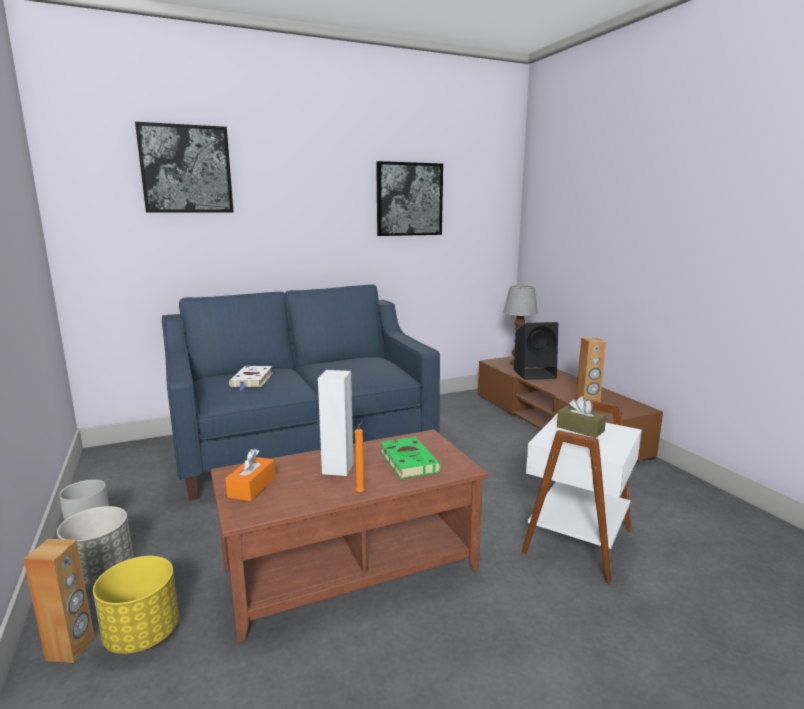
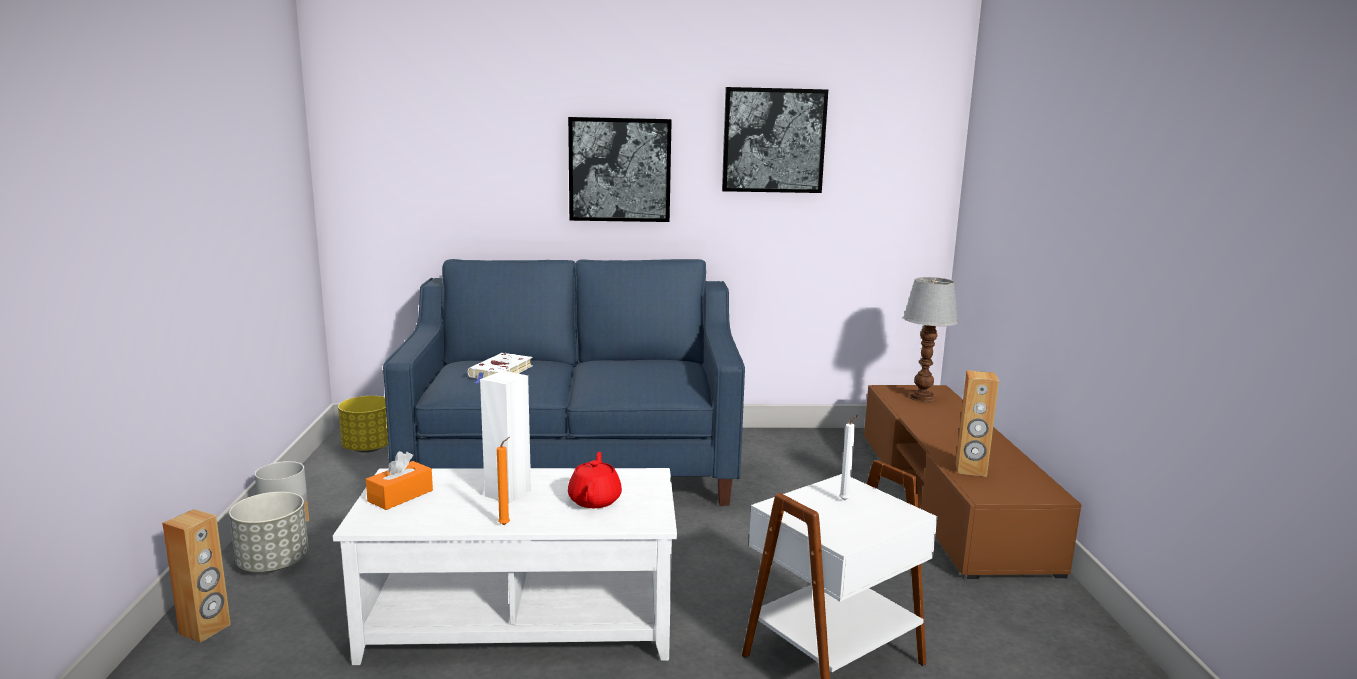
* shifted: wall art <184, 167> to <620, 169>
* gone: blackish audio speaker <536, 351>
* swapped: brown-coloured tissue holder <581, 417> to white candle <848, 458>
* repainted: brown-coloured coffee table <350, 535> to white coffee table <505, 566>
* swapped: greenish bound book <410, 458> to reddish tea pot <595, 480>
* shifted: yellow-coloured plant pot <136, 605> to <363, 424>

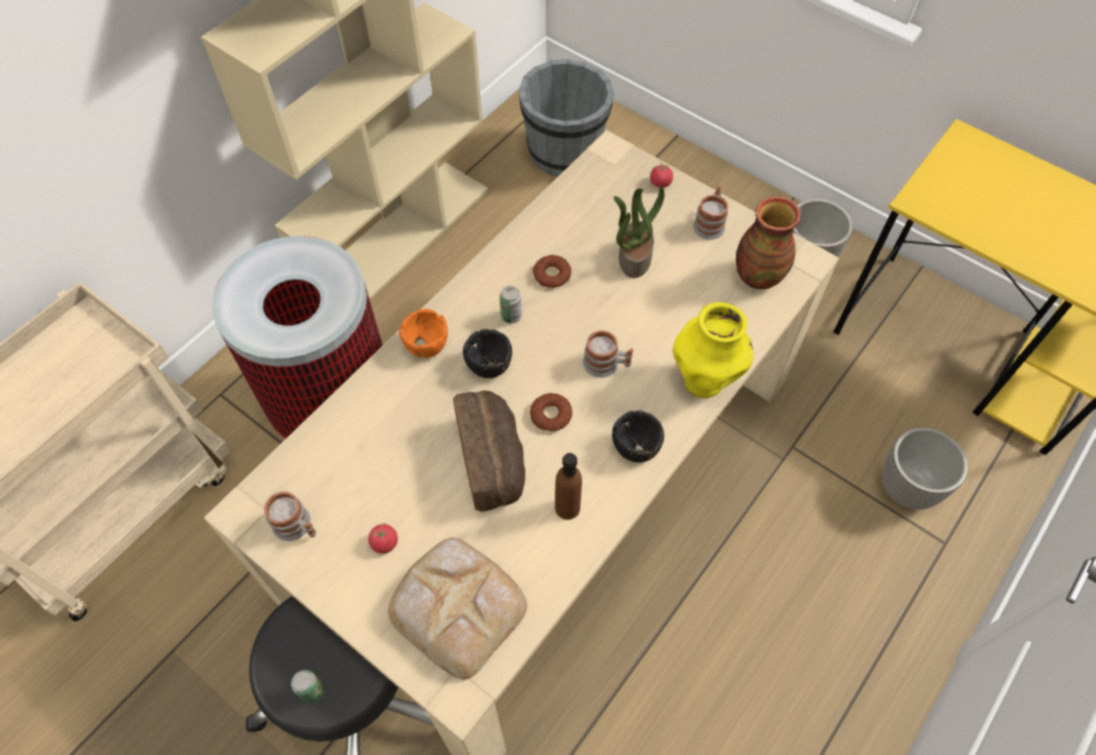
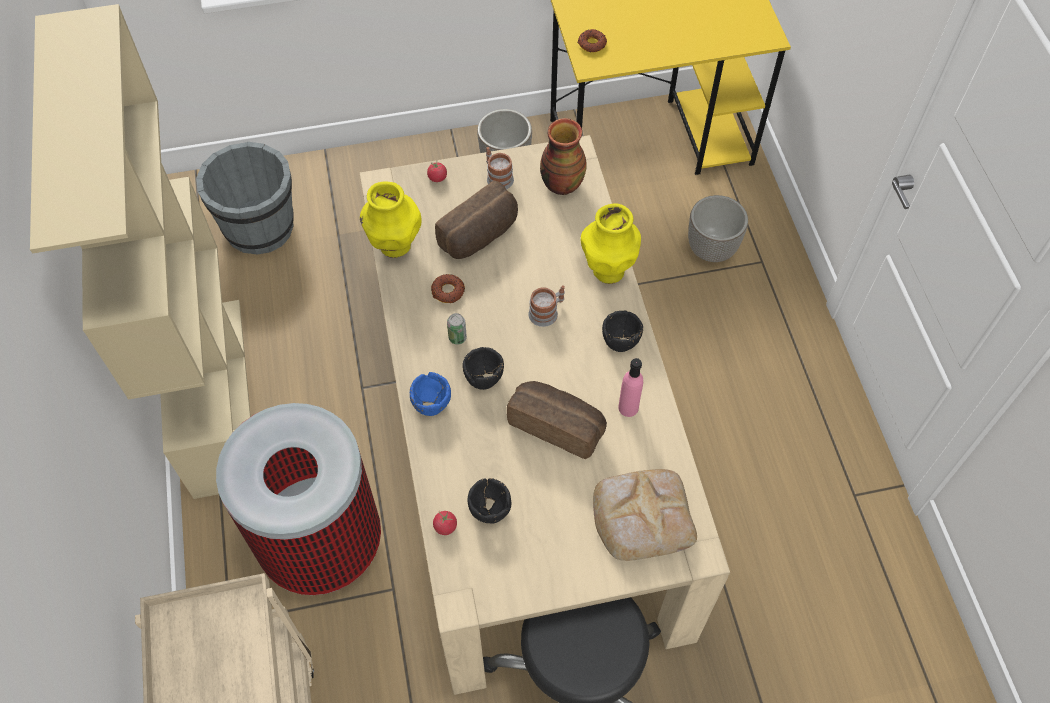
* swapped: houseplant <639, 231> to bread <476, 219>
* repainted: orange-coloured serving bowl <423, 333> to blue-coloured serving bowl <430, 394>
* shifted: ring doughnut <551, 412> to <592, 40>
* repainted: brown-coloured bottle <568, 486> to pink-coloured bottle <630, 387>
* gone: coffee mug <290, 516>
* shifted: tomato <383, 538> to <445, 522>
* gone: can <307, 686>
* new: yellow-coloured vase <391, 219>
* new: blackish serving bowl <489, 501>

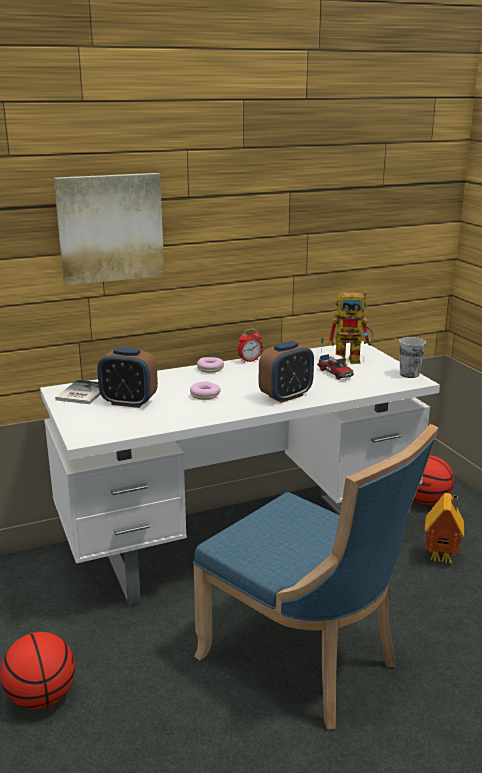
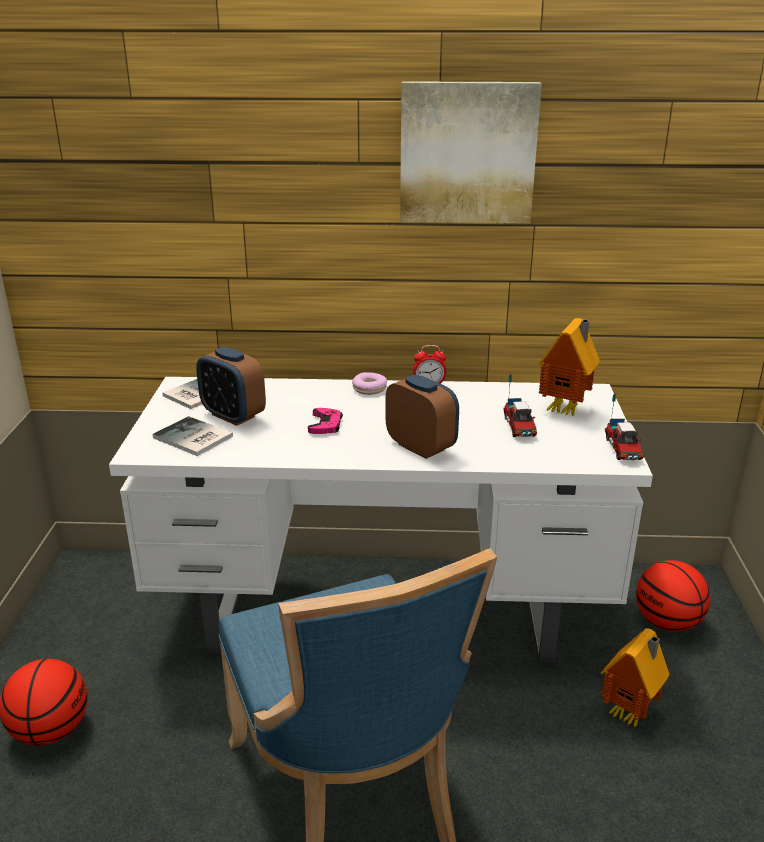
* shifted: wall art <109, 229> to <471, 152>
* swapped: robot figure <350, 327> to model house <569, 367>
* swapped: small cup <412, 357> to toy lorry <624, 427>
* rotated: table clock <286, 372> = <422, 417> 120 degrees counterclockwise
* swapped: ring doughnut <205, 390> to pink-coloured game controller <325, 421>
* new: bound book <193, 436>

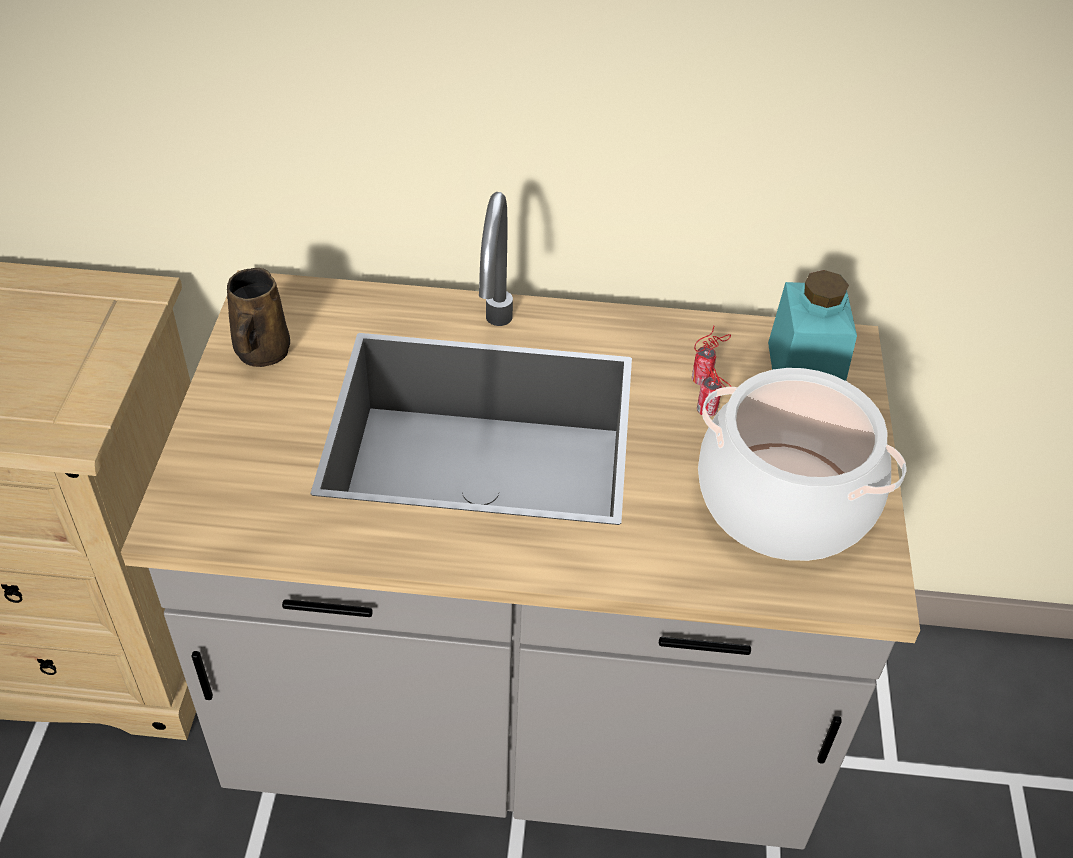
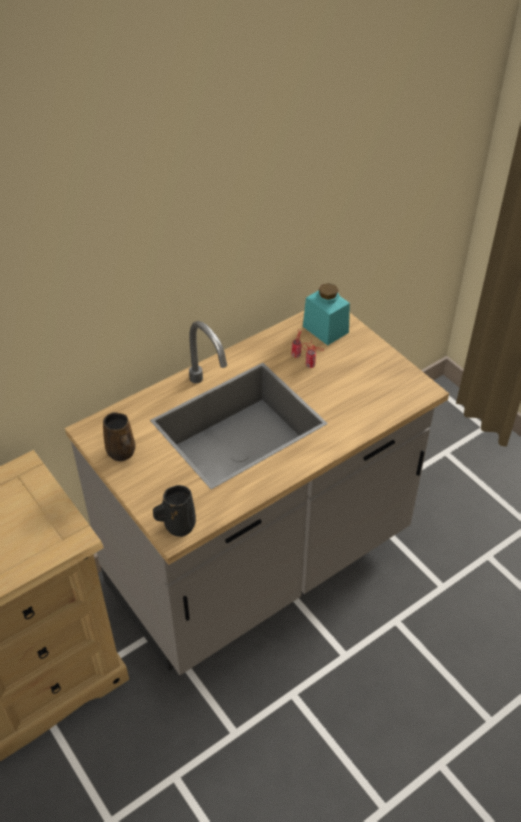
* gone: saucepot <802, 464>
* new: blackish coffee mug <174, 511>

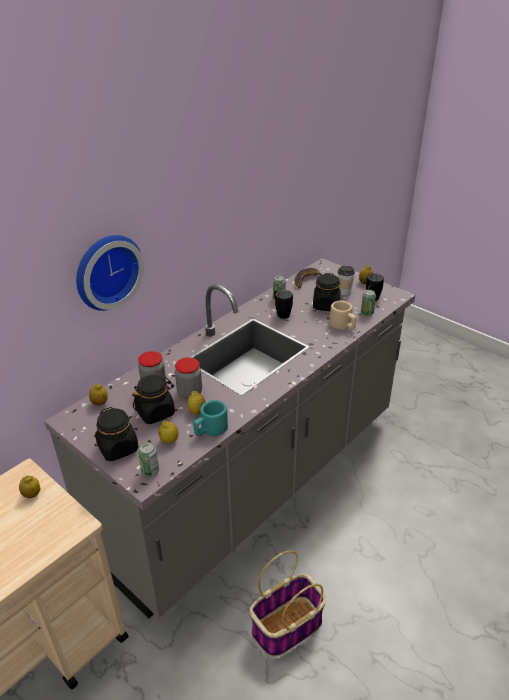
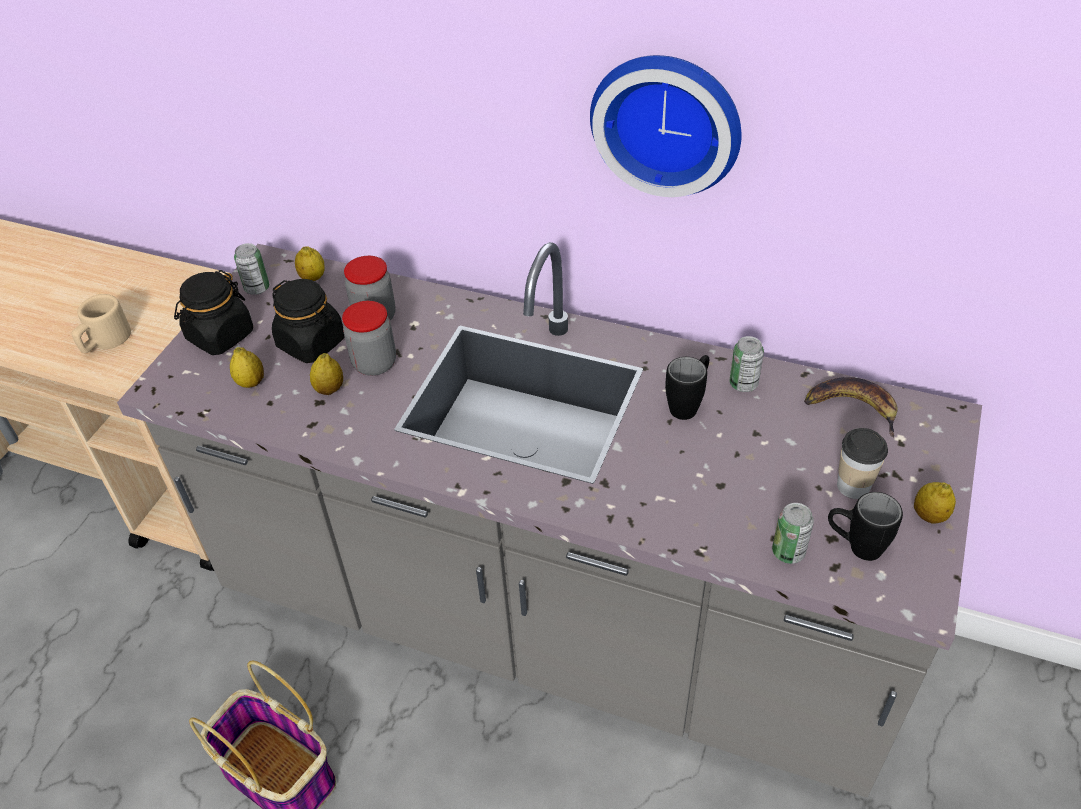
* shifted: clock on the wall <110, 273> to <665, 126>
* gone: blackish storage jar <327, 292>
* shifted: sand-coloured coffee mug <343, 315> to <101, 323>
* gone: blue-green coffee mug <210, 418>
* shifted: can <148, 459> to <251, 269>
* gone: whole lemon <29, 486>

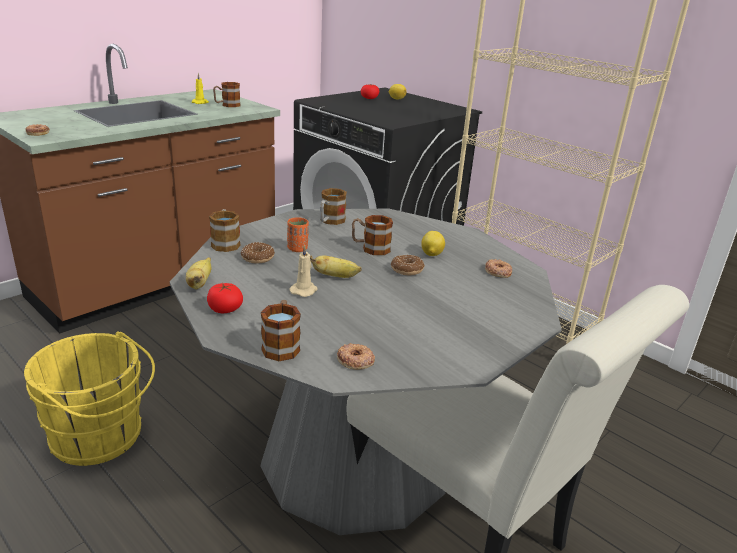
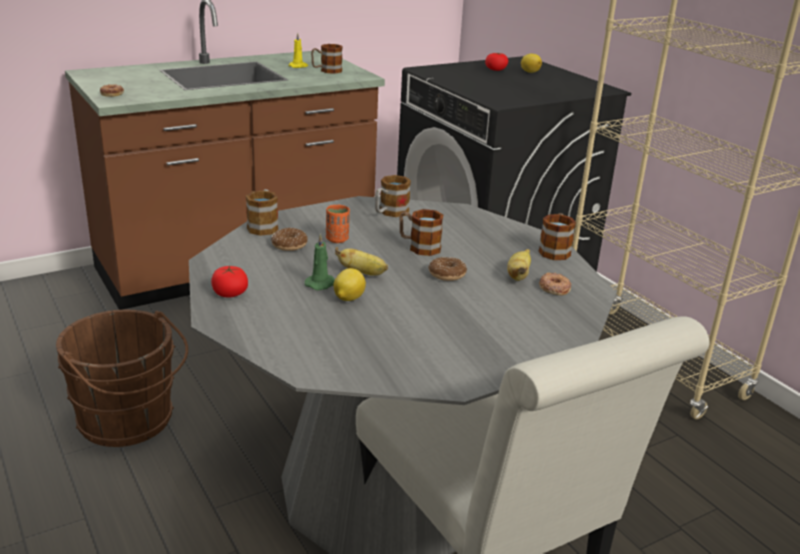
* shifted: whole lemon <433, 243> to <350, 284>
* repainted: sand-coloured candle <304, 271> to greenish candle <319, 262>
* shifted: banana fruit <198, 273> to <519, 265>
* shifted: coffee mug <281, 330> to <557, 236>
* repainted: yellow-coloured pail <89, 398> to brown-coloured pail <122, 378>
* gone: ring doughnut <356, 356>

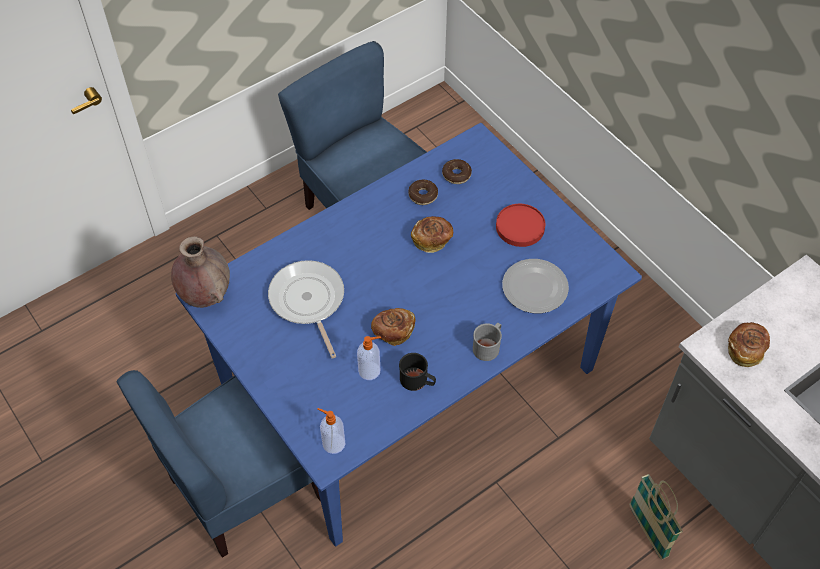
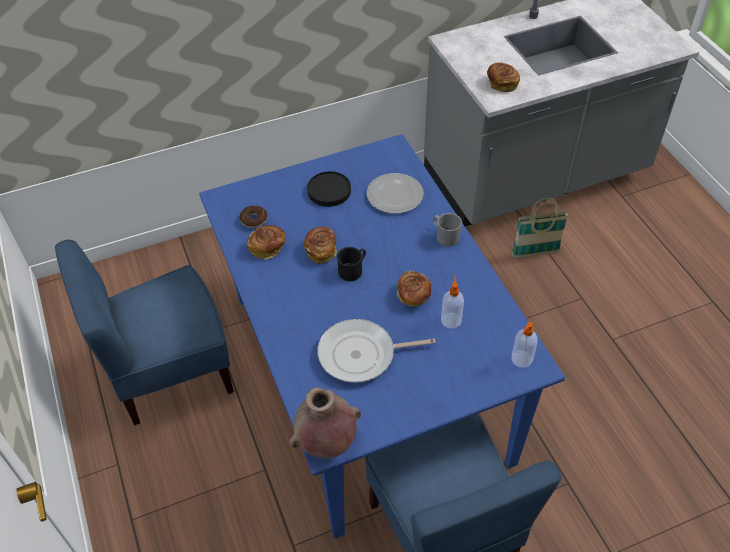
* swapped: ring doughnut <423, 192> to bread <266, 242>
* repainted: reddish dinner plate <520, 225> to blackish dinner plate <329, 189>
* shifted: blackish coffee mug <417, 372> to <351, 264>

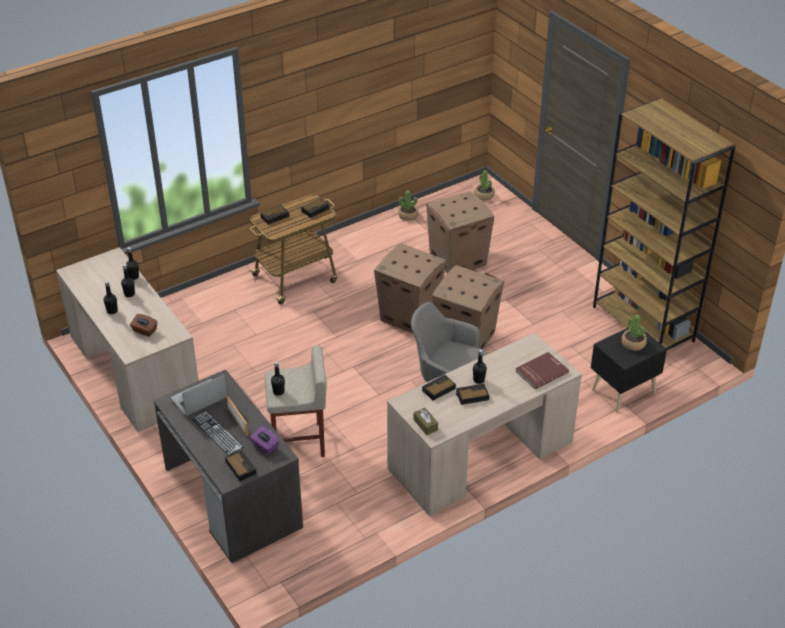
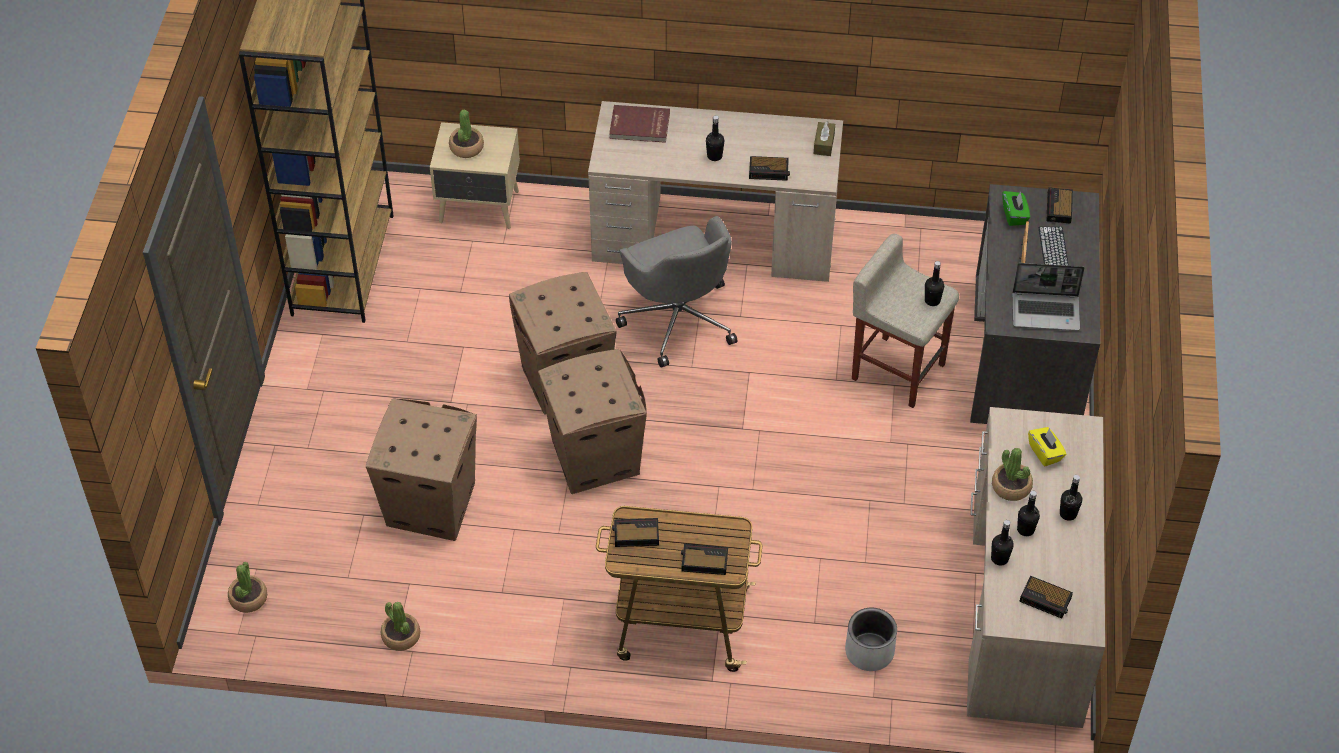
* repainted: brown-coloured tissue holder <144, 325> to yellow-coloured tissue holder <1047, 446>
* repainted: blackish nightstand <629, 369> to sand-coloured nightstand <475, 175>
* shifted: table clock <472, 394> to <1046, 597>
* repainted: purple-coloured tissue holder <264, 440> to greenish tissue holder <1016, 208>
* new: houseplant <1012, 474>
* new: gray plant pot <871, 639>

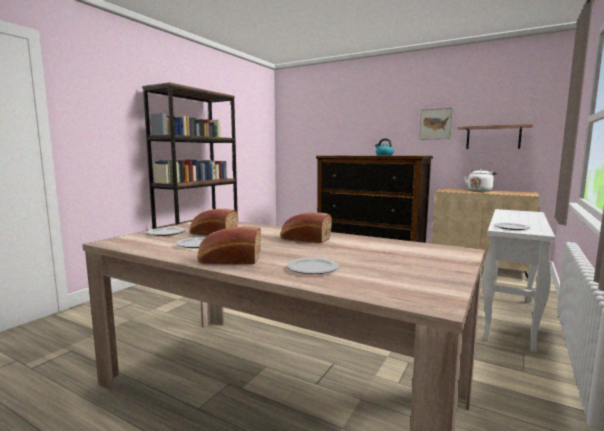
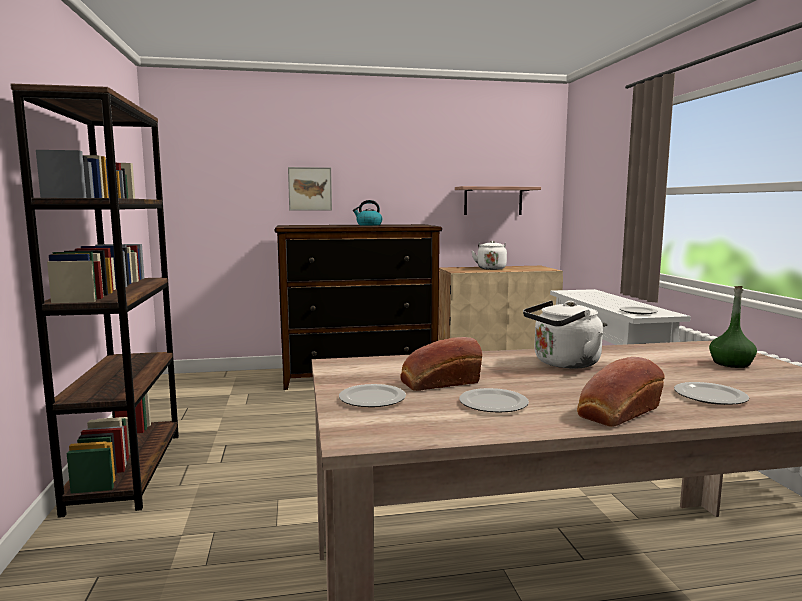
* shifted: wall art <436, 124> to <310, 189>
* swapped: bread <306, 227> to white tea kettle <563, 334>
* new: greenish bottle <733, 327>

